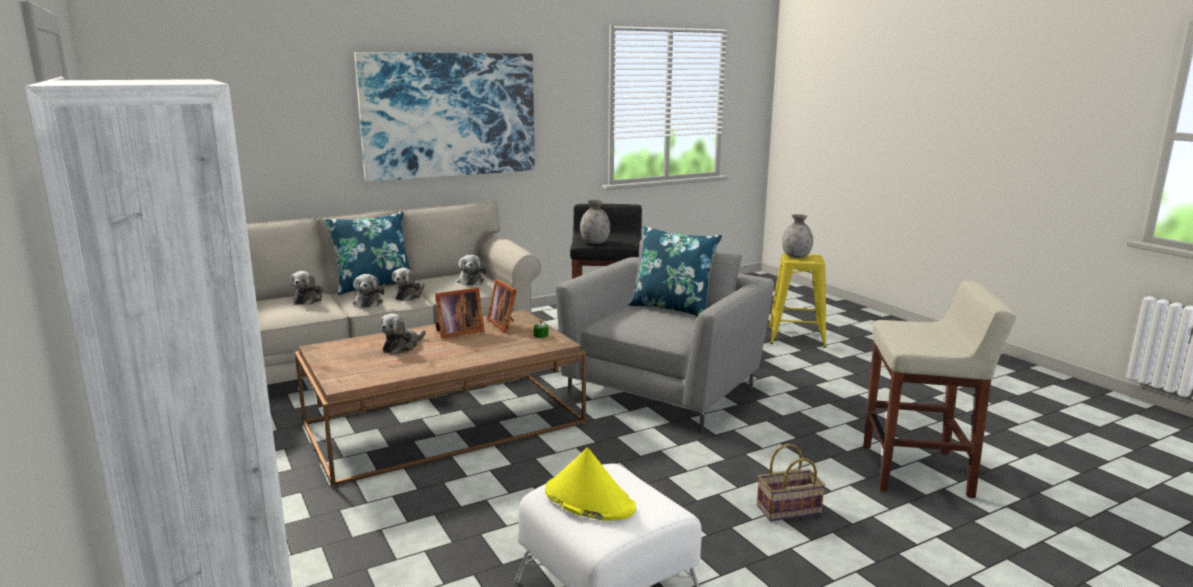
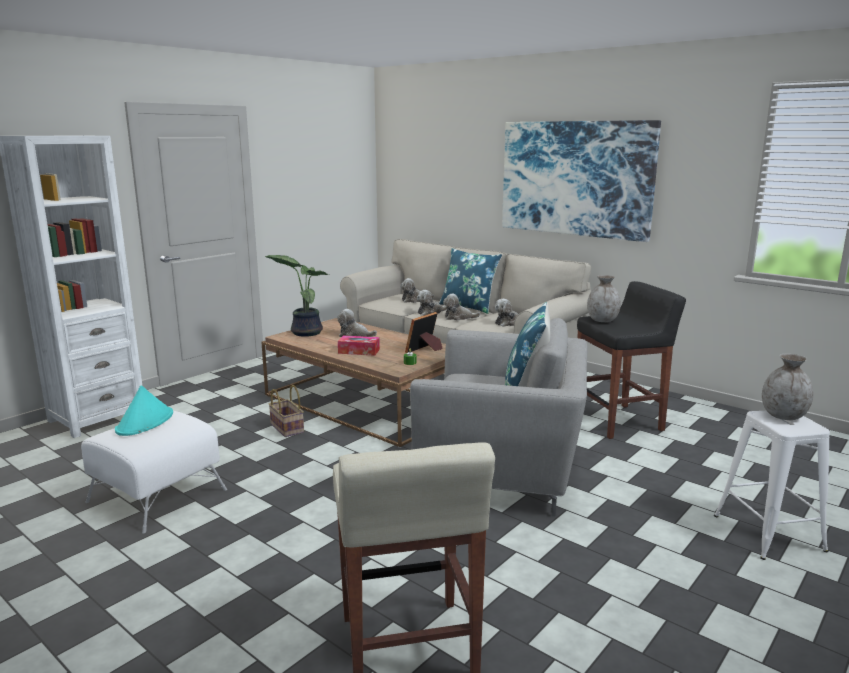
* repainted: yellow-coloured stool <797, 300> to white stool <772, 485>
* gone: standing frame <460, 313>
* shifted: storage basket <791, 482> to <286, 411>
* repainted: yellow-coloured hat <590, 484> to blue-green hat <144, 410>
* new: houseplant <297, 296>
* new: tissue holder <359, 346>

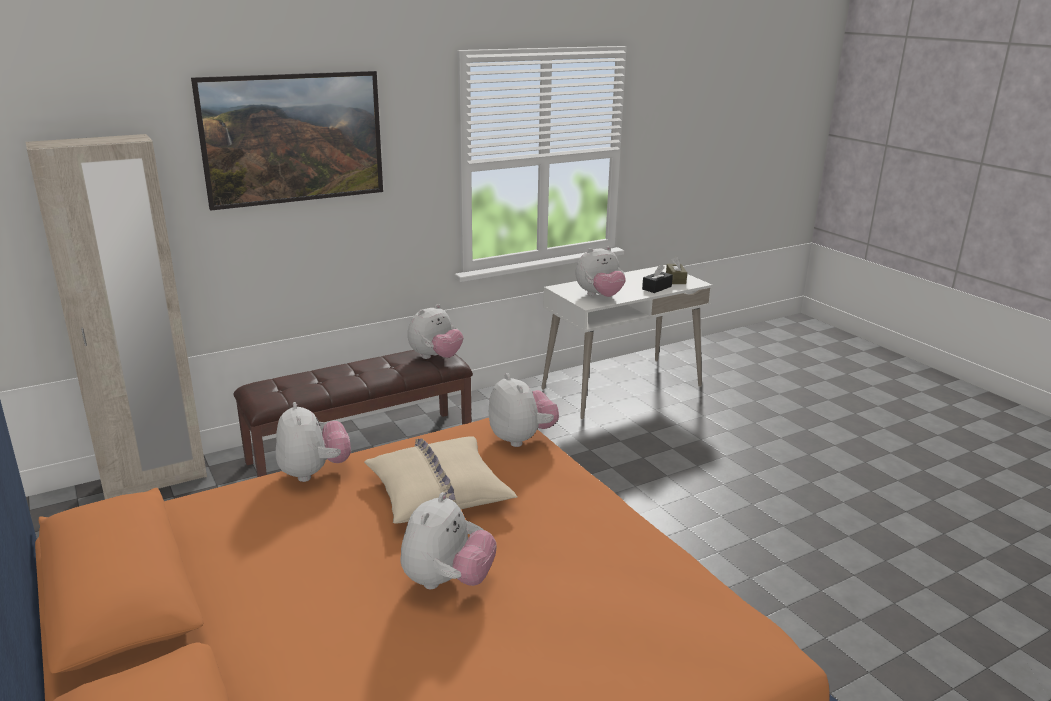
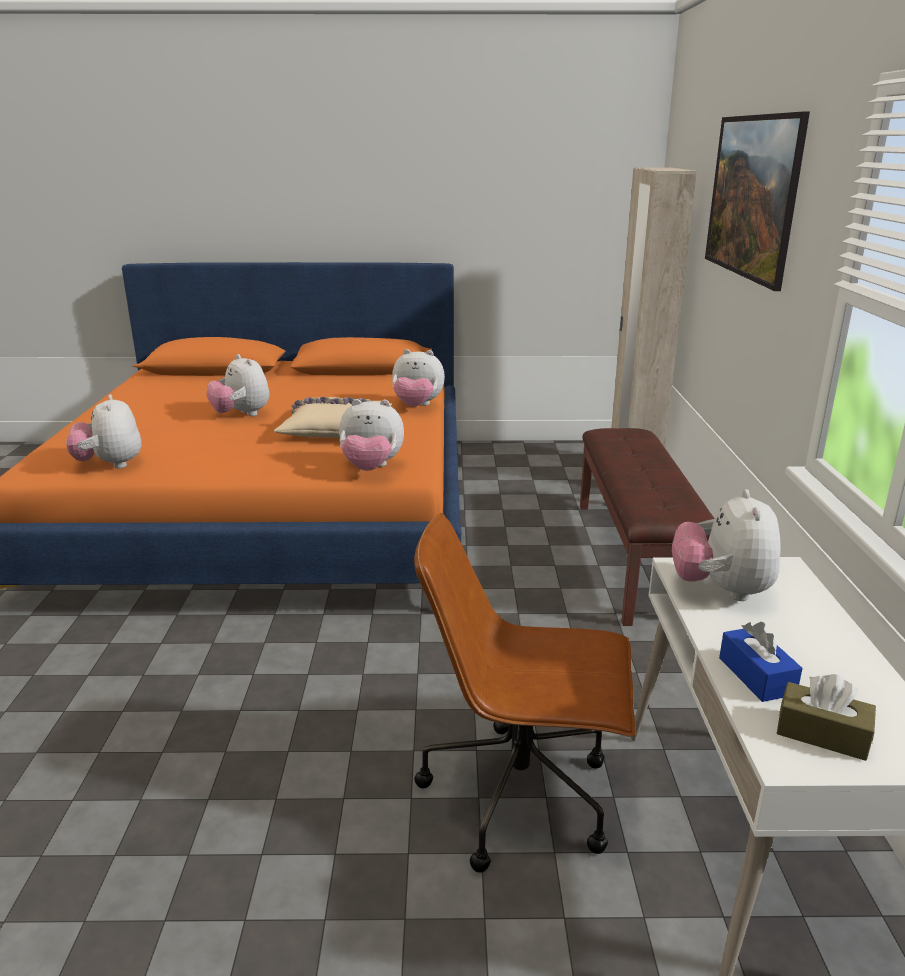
* repainted: blackish tissue holder <657, 278> to blue-coloured tissue holder <761, 662>
* shifted: soft toy <435, 331> to <103, 431>
* new: brown-coloured computer chair <525, 692>

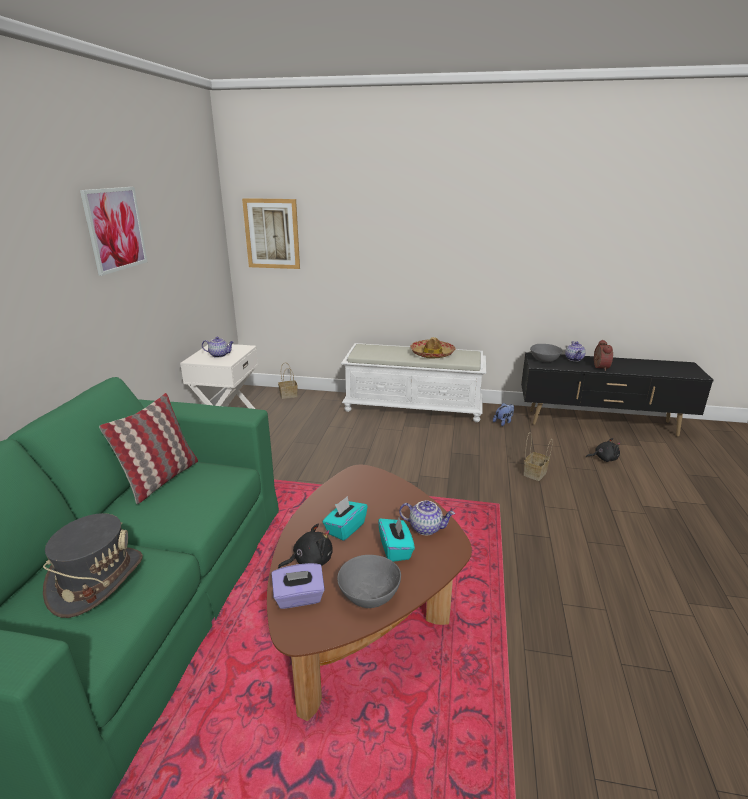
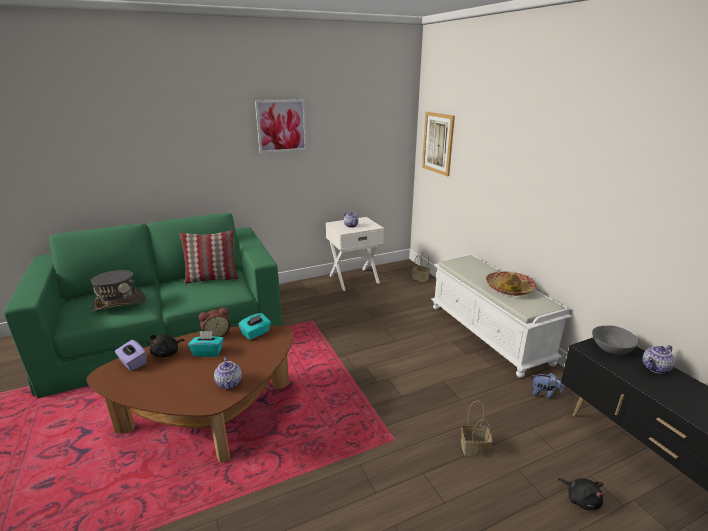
* shifted: table clock <603, 355> to <214, 322>
* shifted: blue-green tissue holder <396, 538> to <254, 326>
* rotated: blackish soft toy <305, 546> = <167, 345> 90 degrees clockwise
* gone: gray serving bowl <369, 581>

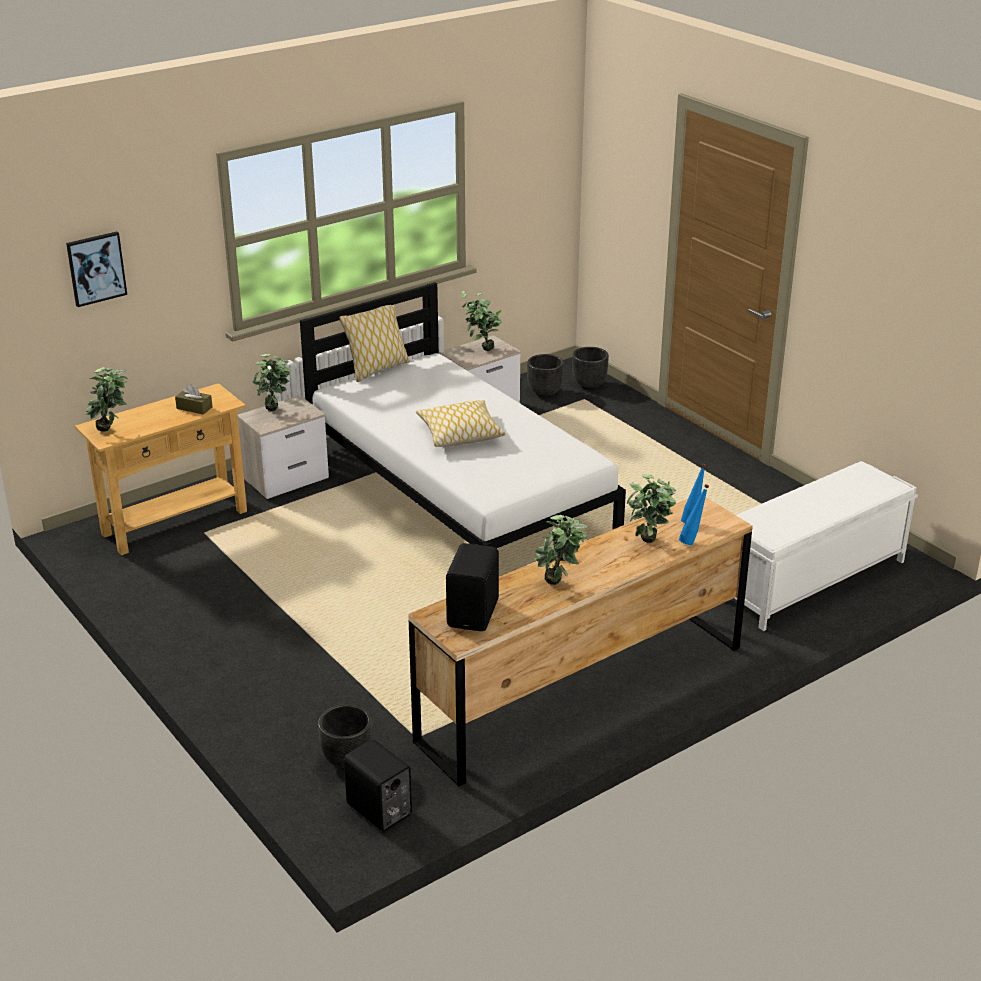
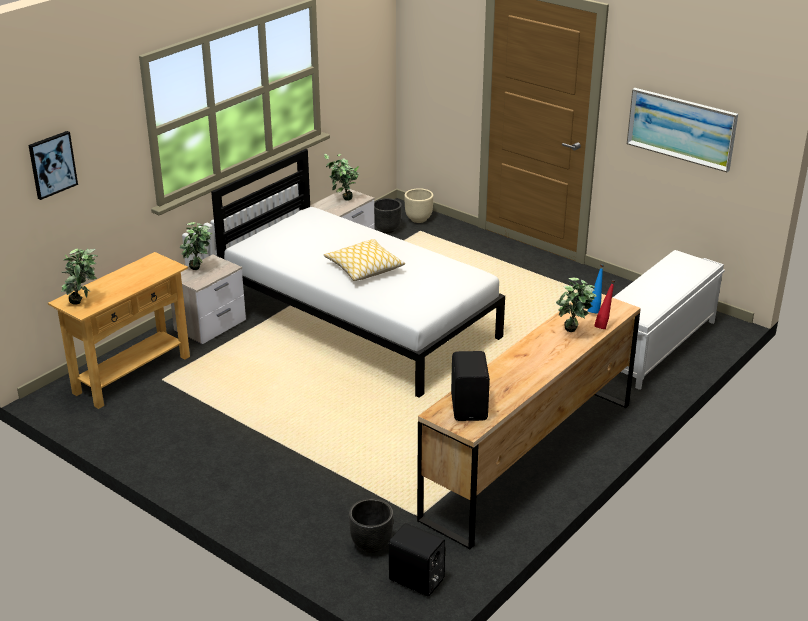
* gone: throw pillow <375, 343>
* repainted: blackish plant pot <590, 368> to sand-coloured plant pot <419, 205>
* gone: brown-coloured tissue holder <193, 399>
* repainted: blue-coloured bottle <694, 514> to reddish bottle <604, 304>
* gone: houseplant <561, 550>
* new: wall art <682, 130>

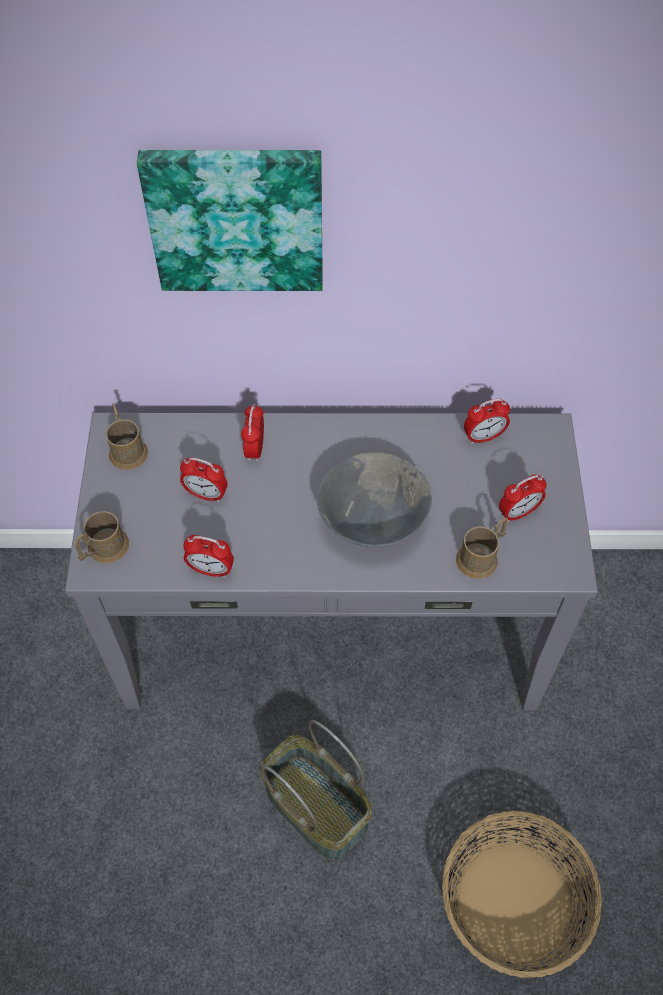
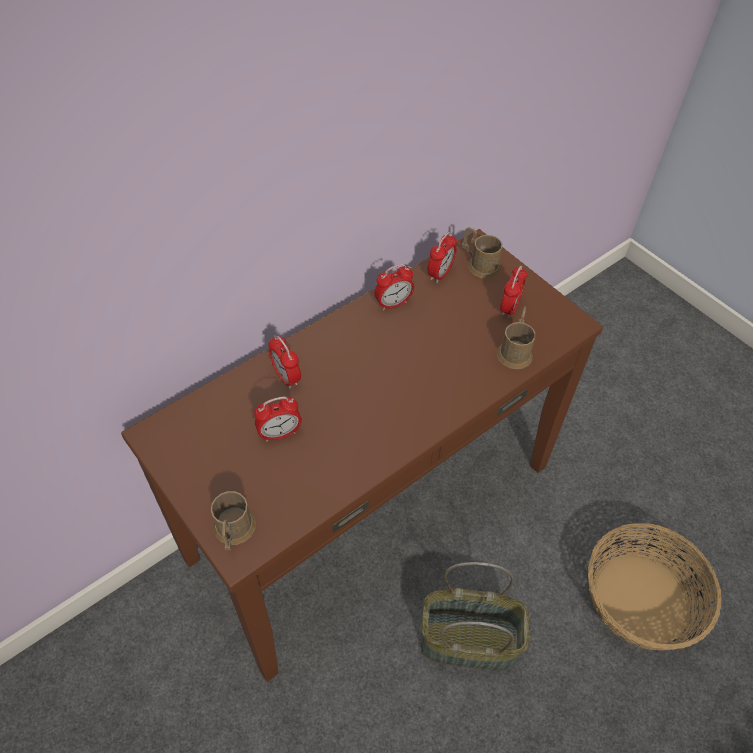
* gone: wall art <230, 220>
* shifted: brown-coloured coffee mug <127, 436> to <481, 253>
* repainted: gray narrow table <331, 561> to brown-coloured narrow table <362, 455>
* gone: gray serving bowl <374, 499>
* shifted: table clock <208, 556> to <394, 287>

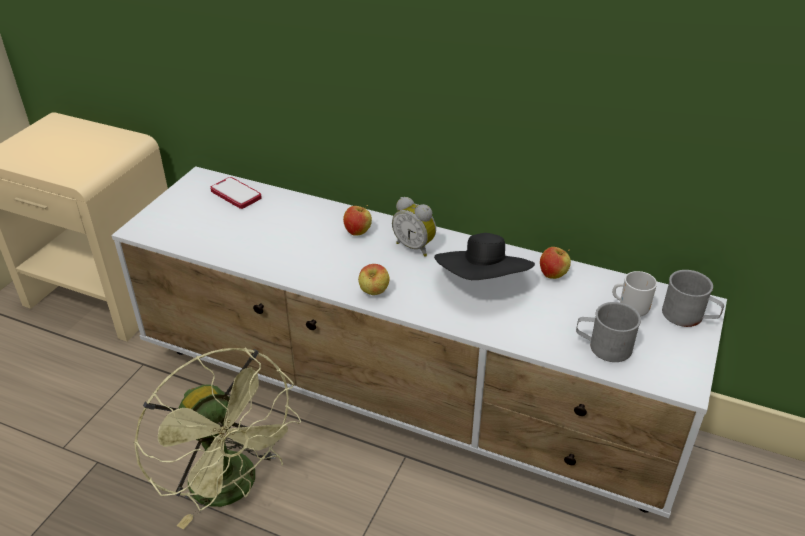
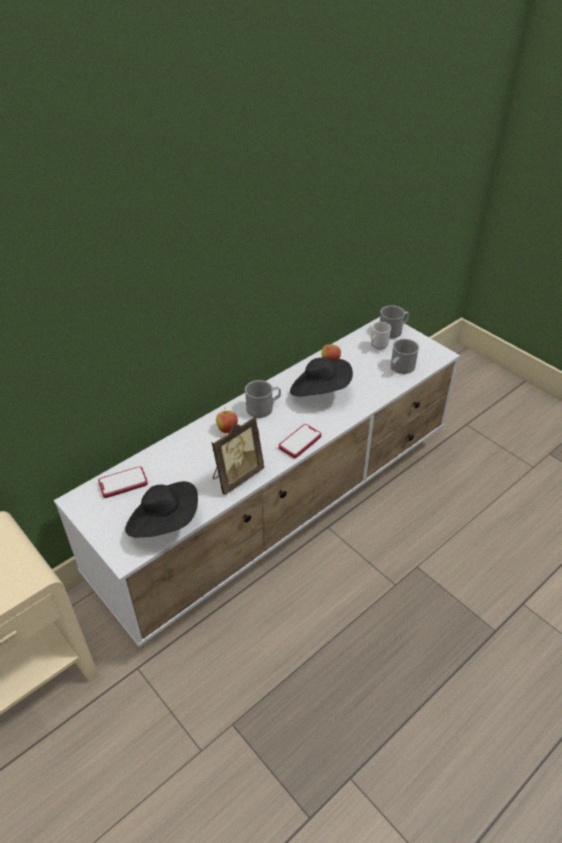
* swapped: table clock <414, 227> to gray coffee mug <263, 399>
* swapped: apple <374, 279> to phone <300, 441>
* gone: greenish electric fan <217, 438>
* new: standing frame <238, 455>
* new: blackish hat <161, 509>

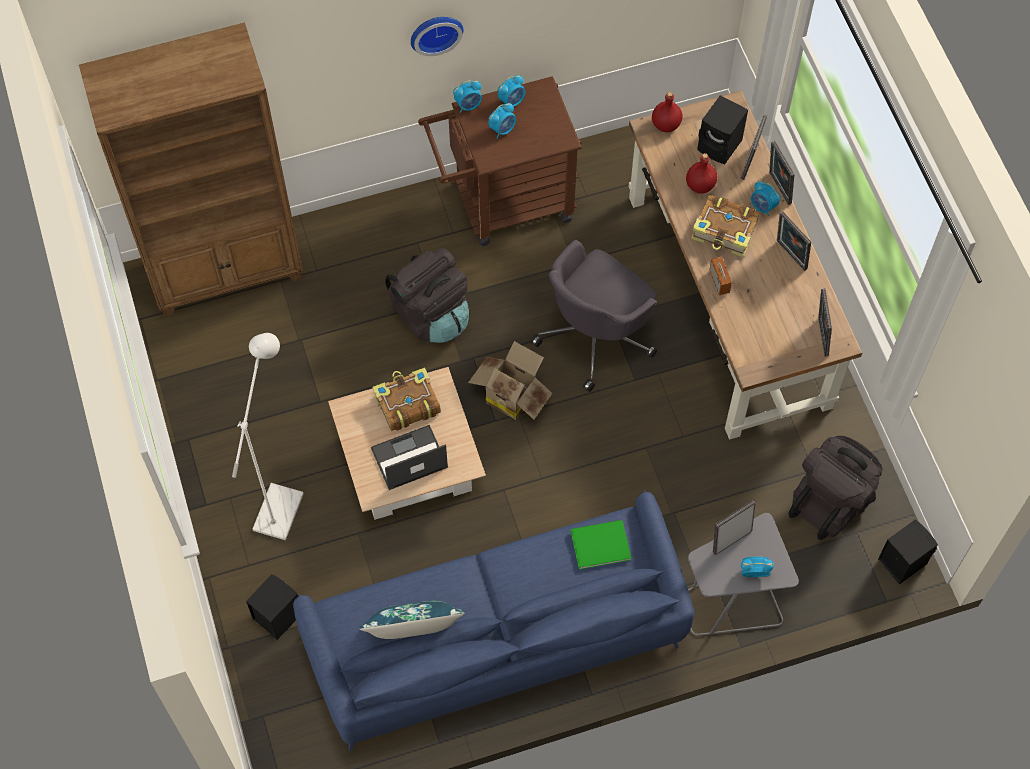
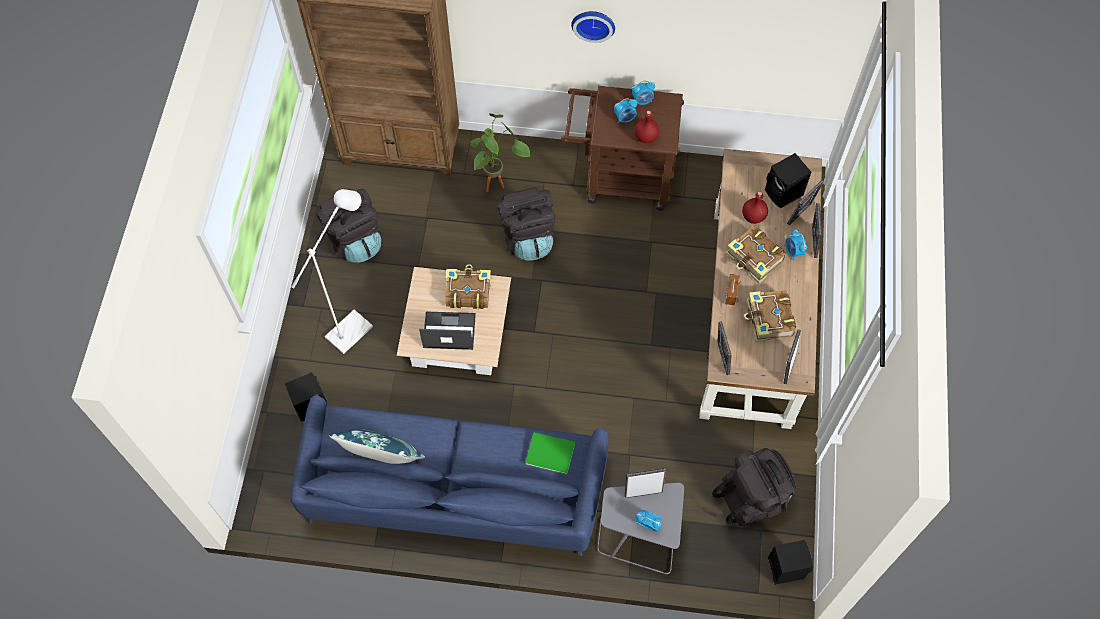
* gone: table clock <467, 97>
* shifted: reddish bottle <667, 112> to <646, 127>
* shifted: standing frame <794, 241> to <724, 348>
* gone: gray computer chair <594, 316>
* gone: carton <510, 380>
* new: houseplant <500, 152>
* new: blackish backpack <349, 226>
* new: bound book <770, 316>

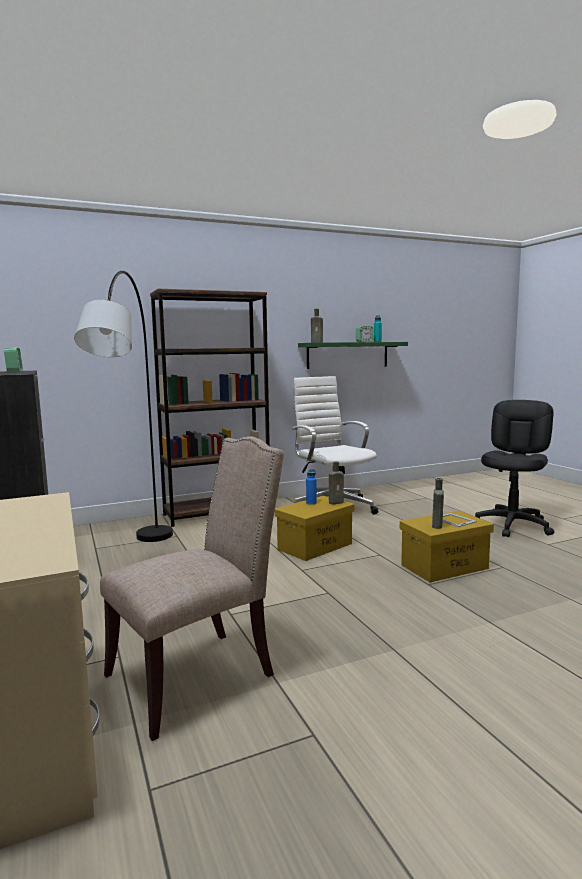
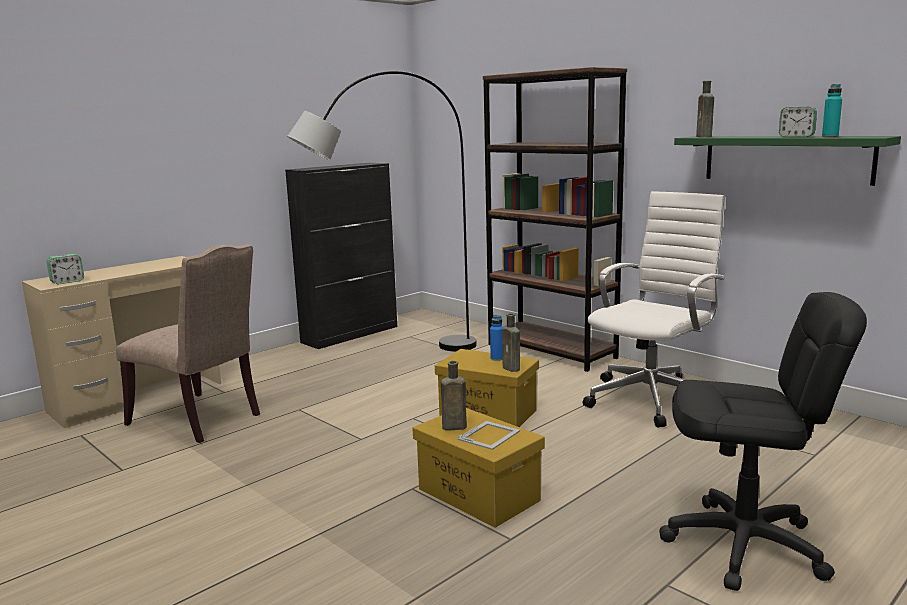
* shifted: table clock <13, 360> to <65, 269>

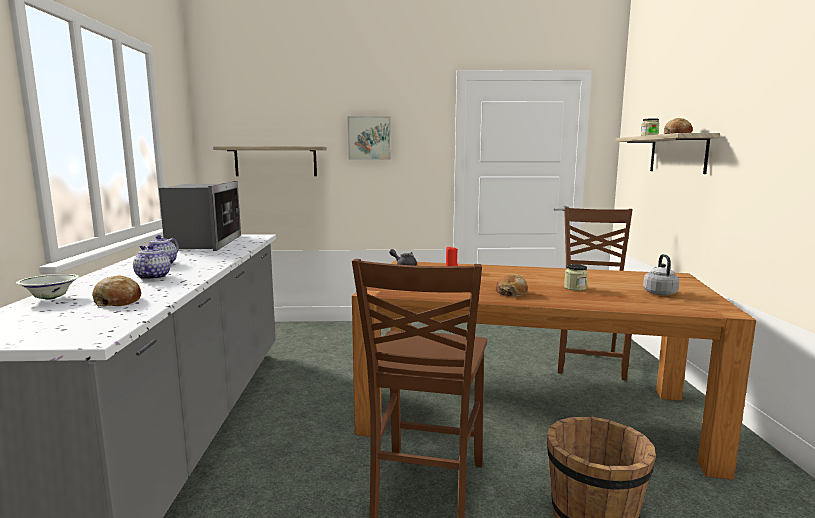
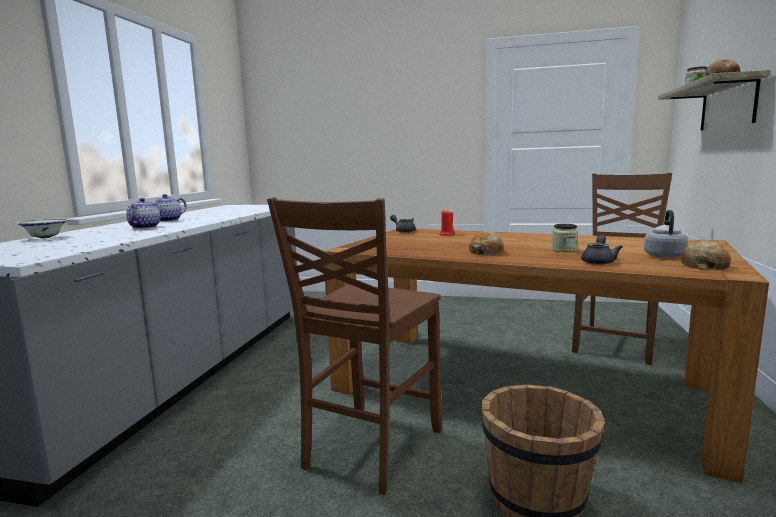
* gone: wall art <369, 138>
* gone: wall shelf <270, 161>
* gone: microwave <200, 216>
* shifted: bread <116, 291> to <706, 255>
* new: gray tea pot <602, 250>

